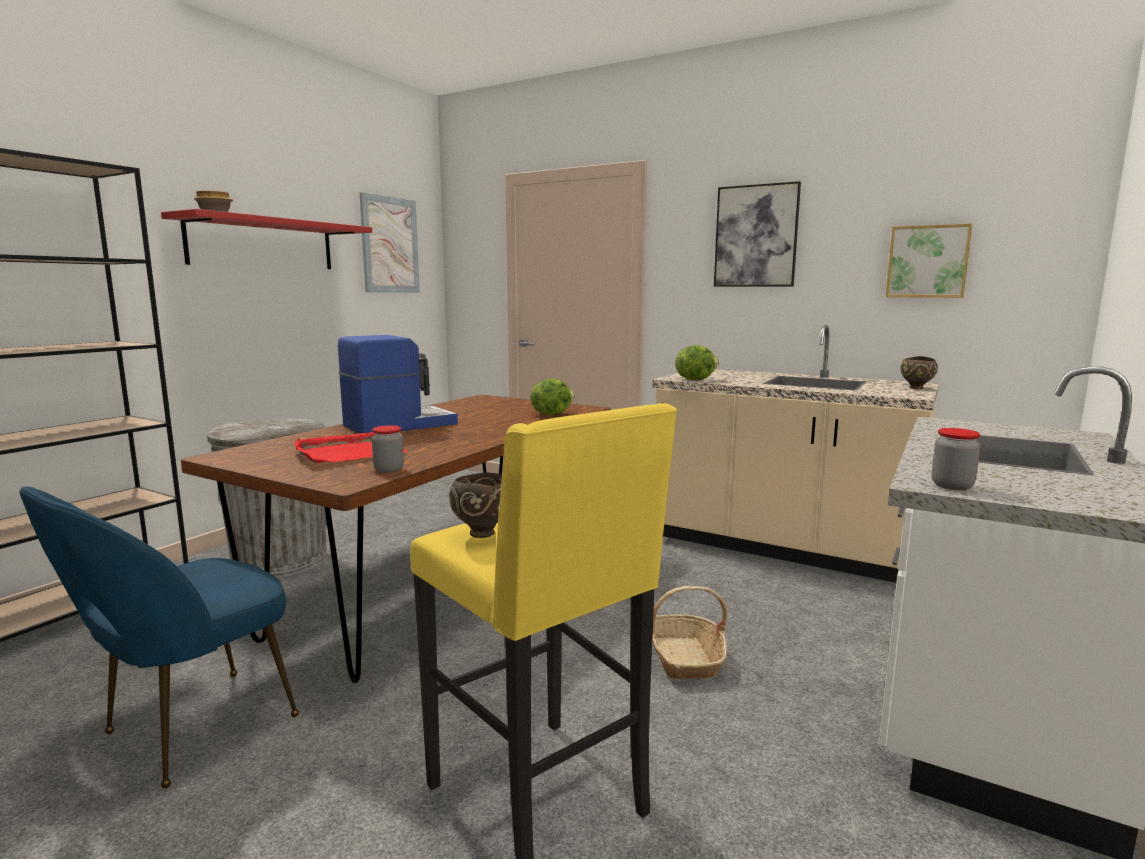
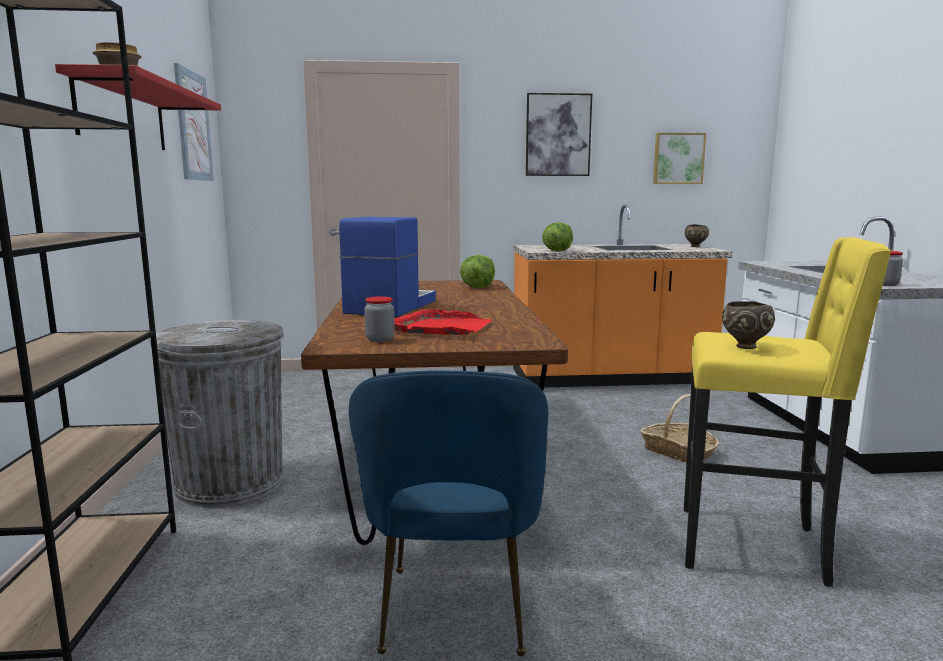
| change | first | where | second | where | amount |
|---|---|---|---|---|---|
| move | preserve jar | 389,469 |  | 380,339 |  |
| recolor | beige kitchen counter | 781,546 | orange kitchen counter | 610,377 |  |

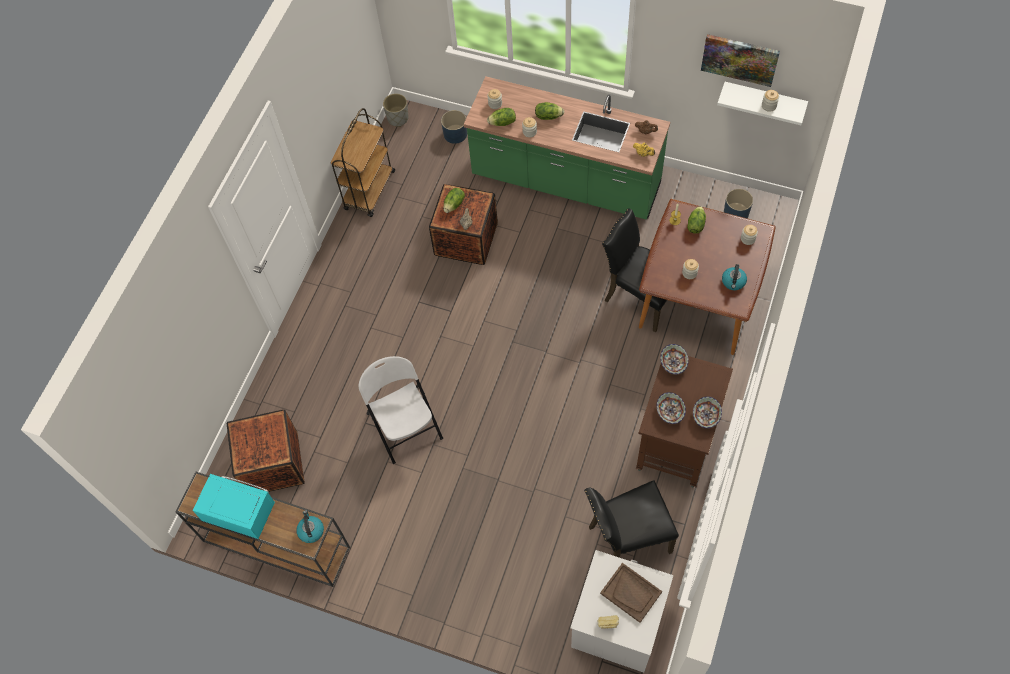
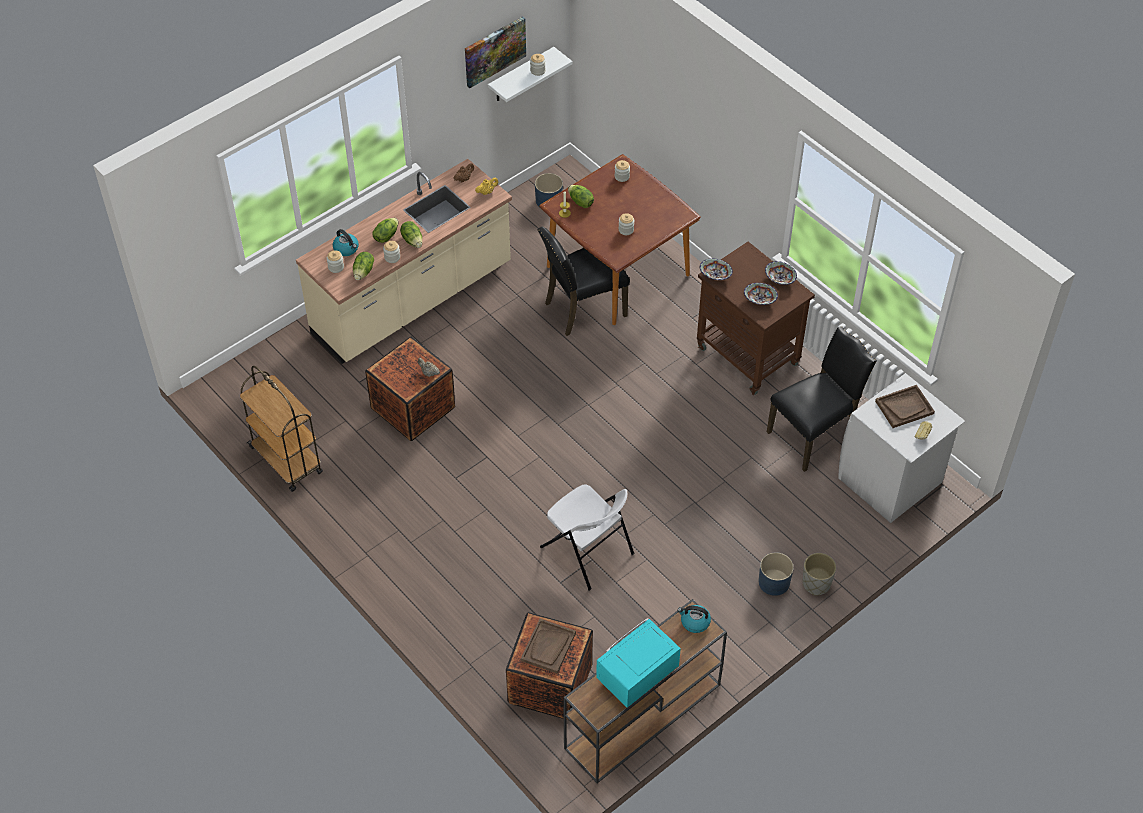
| change | first | where | second | where | amount |
|---|---|---|---|---|---|
| recolor | greenish kitchen counter | 566,182 | beige kitchen counter | 413,301 |  |
| move | water kettle | 733,282 |  | 346,249 |  |
| move | lettuce | 454,205 |  | 413,240 |  |
| insert |  |  | brown-coloured tray | 548,647 |  |
| rotate | whitish chair | 404,426 |  | 587,551 | 135 degrees counterclockwise |
| move | blue-coloured plant pot | 455,134 |  | 773,582 |  |
| rotate | black-coloured chair | 627,538 |  | 814,434 | 135 degrees counterclockwise |
| move | gray plant pot | 398,118 |  | 816,583 |  |

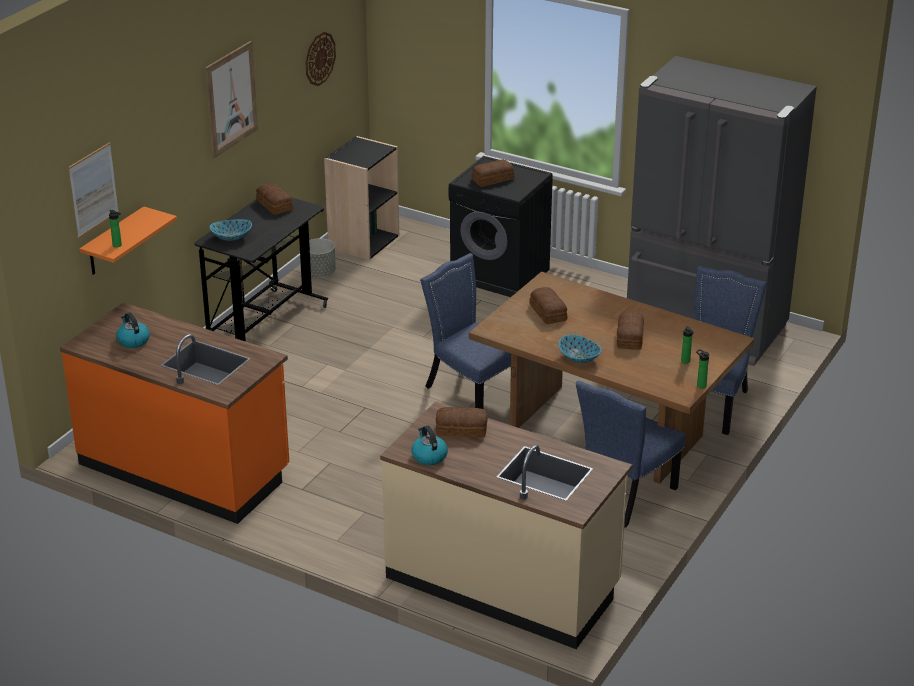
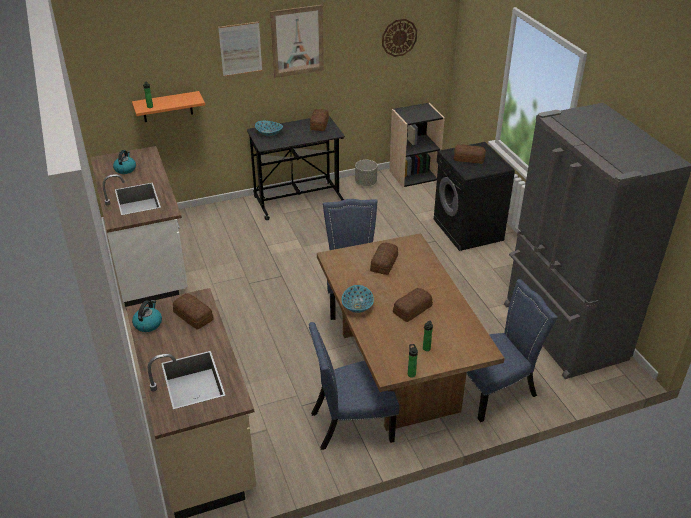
| change | first | where | second | where | amount |
|---|---|---|---|---|---|
| recolor | orange kitchen counter | 185,468 | whitish kitchen counter | 148,263 |  |
| move | wall art | 93,190 |  | 240,49 |  |

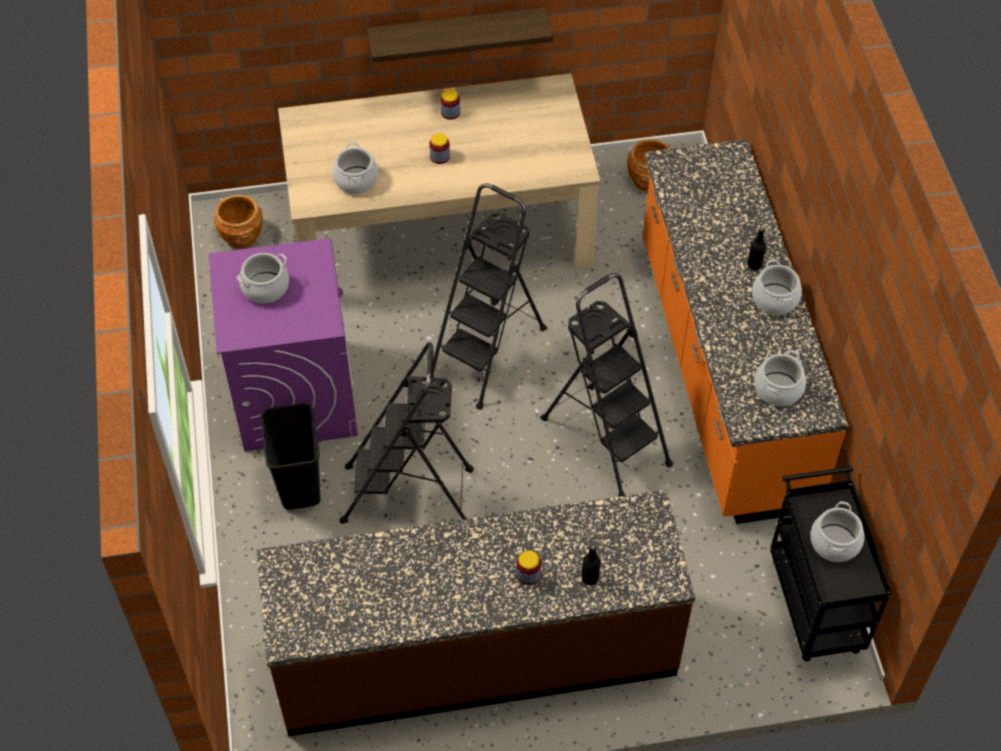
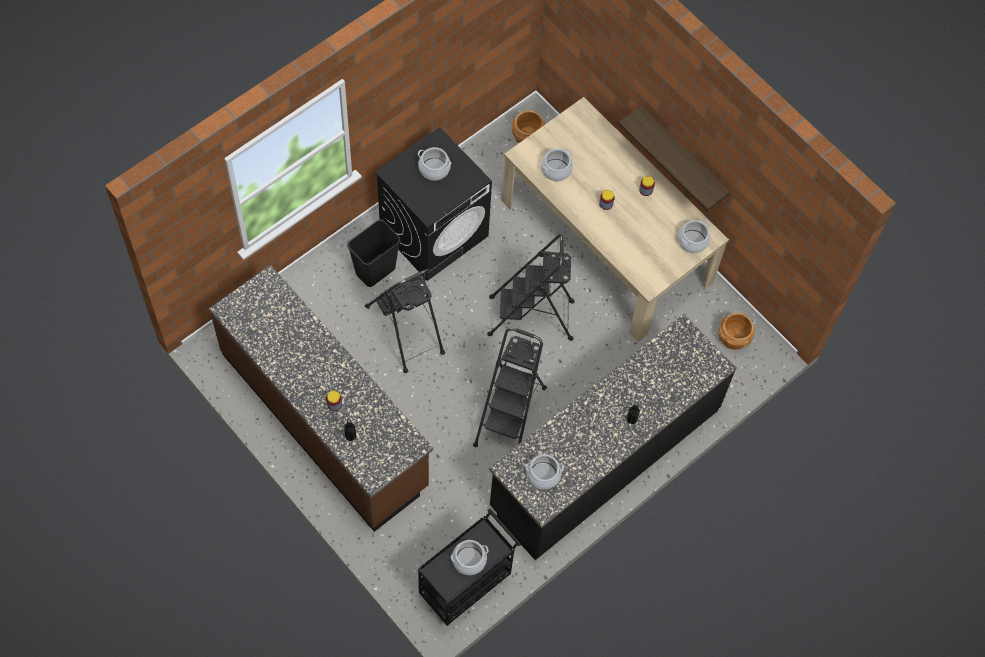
| change | first | where | second | where | amount |
|---|---|---|---|---|---|
| recolor | purple washing machine | 295,394 | black-coloured washing machine | 434,232 |  |
| recolor | orange kitchen counter | 722,373 | black-coloured kitchen counter | 604,457 |  |
| move | stockpot | 774,299 |  | 692,241 |  |

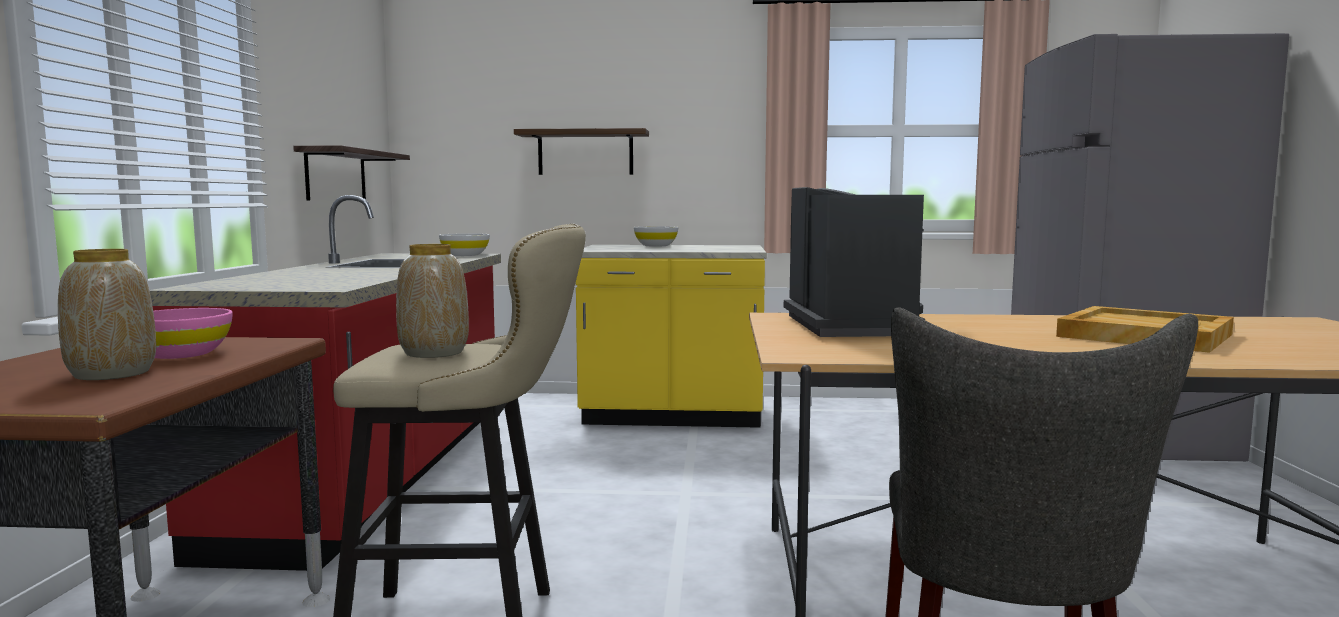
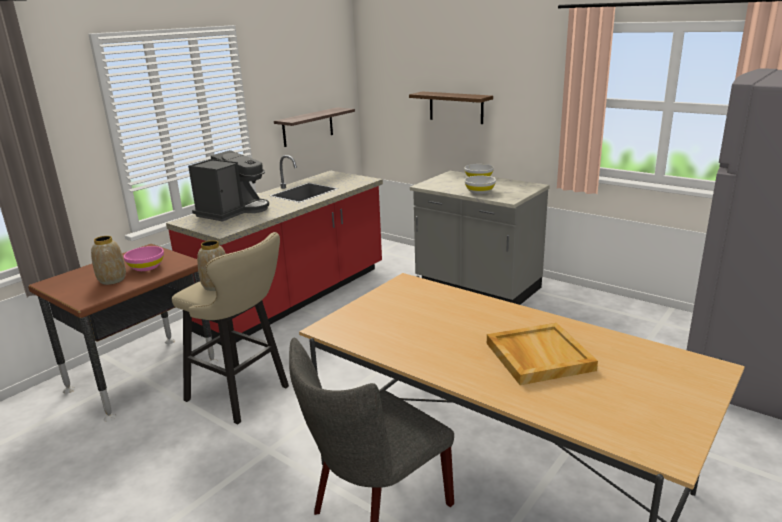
| change | first | where | second | where | amount |
|---|---|---|---|---|---|
| move | coffee brewer | 853,325 |  | 233,211 |  |
| recolor | yellowish kitchen counter | 672,417 | gray kitchen counter | 477,287 |  |
| move | whitish deep dish | 464,255 |  | 479,192 |  |

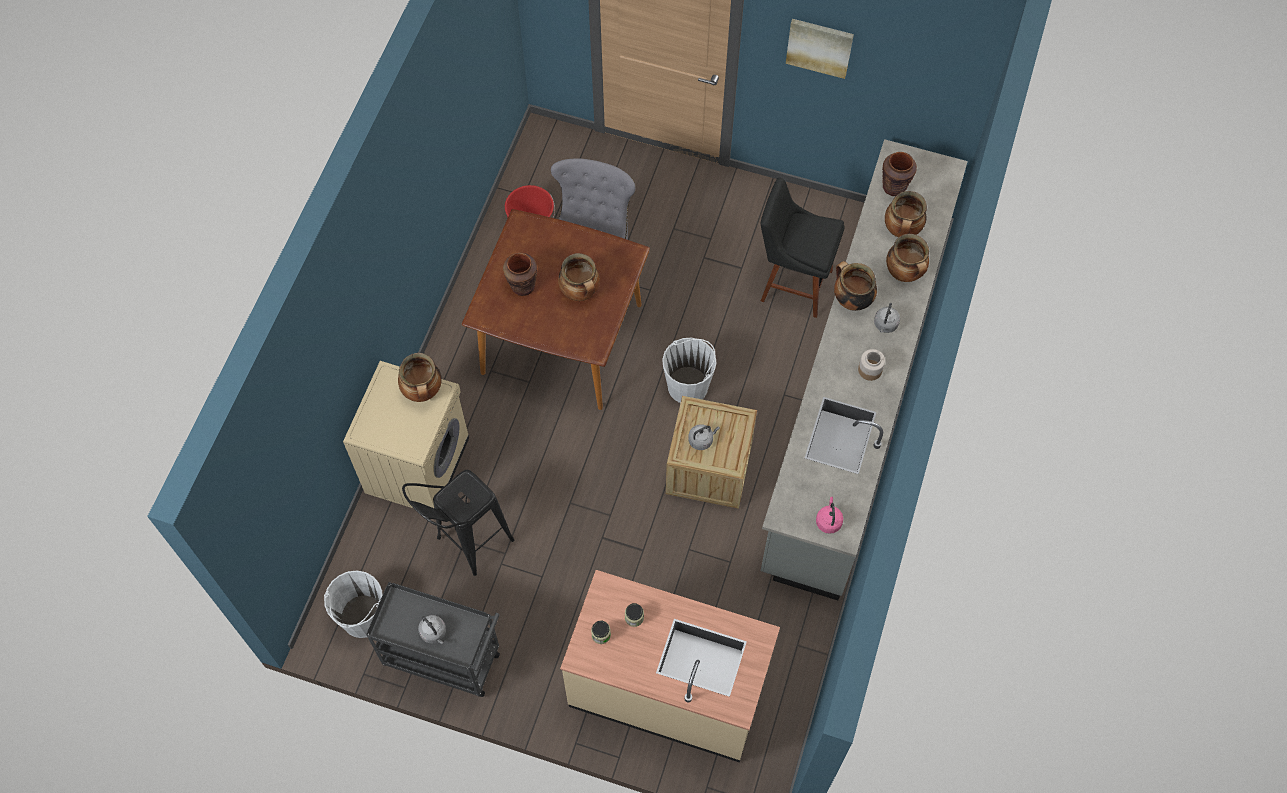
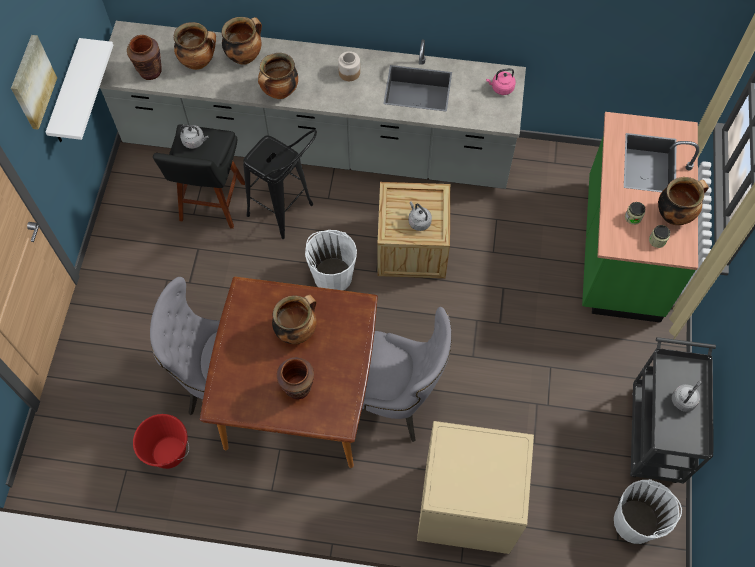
| change | first | where | second | where | amount |
|---|---|---|---|---|---|
| insert |  |  | whitish wall shelf | 67,94 |  |
| move | gray water kettle | 885,325 |  | 195,141 |  |
| move | black-coloured stool | 466,547 |  | 288,215 |  |
| insert |  |  | gray chair | 397,399 |  |
| recolor | beige kitchen counter | 668,688 | greenish kitchen counter | 620,249 |  |
| move | stockpot | 423,391 |  | 674,214 |  |

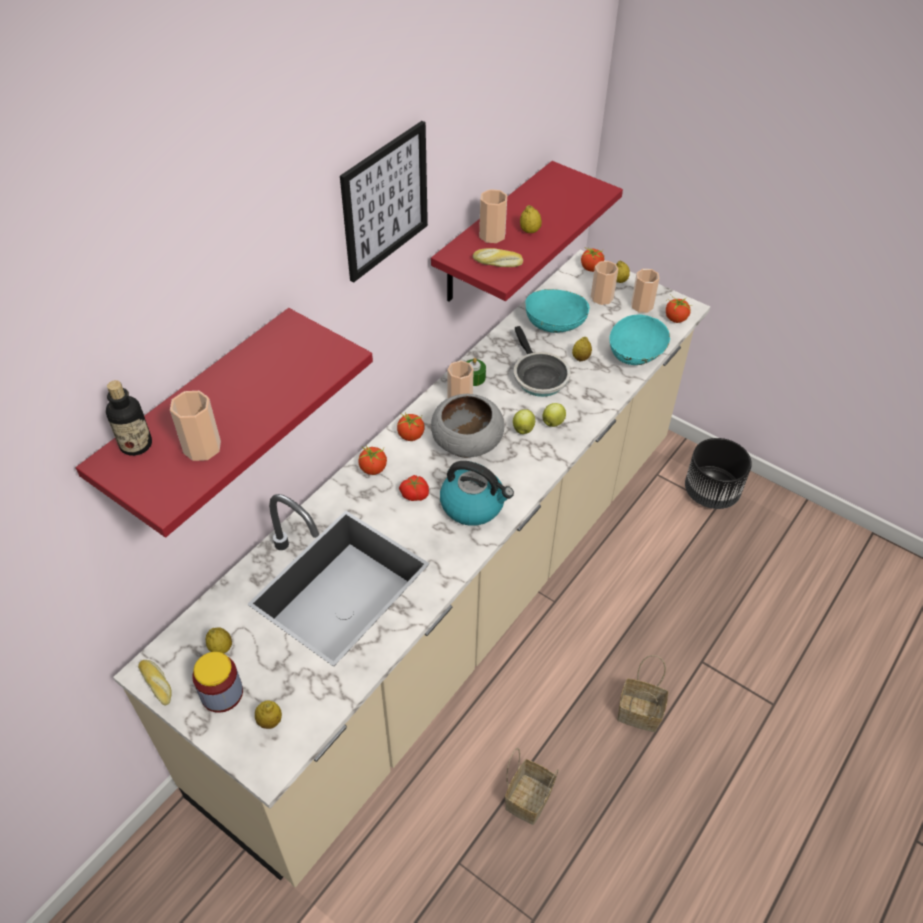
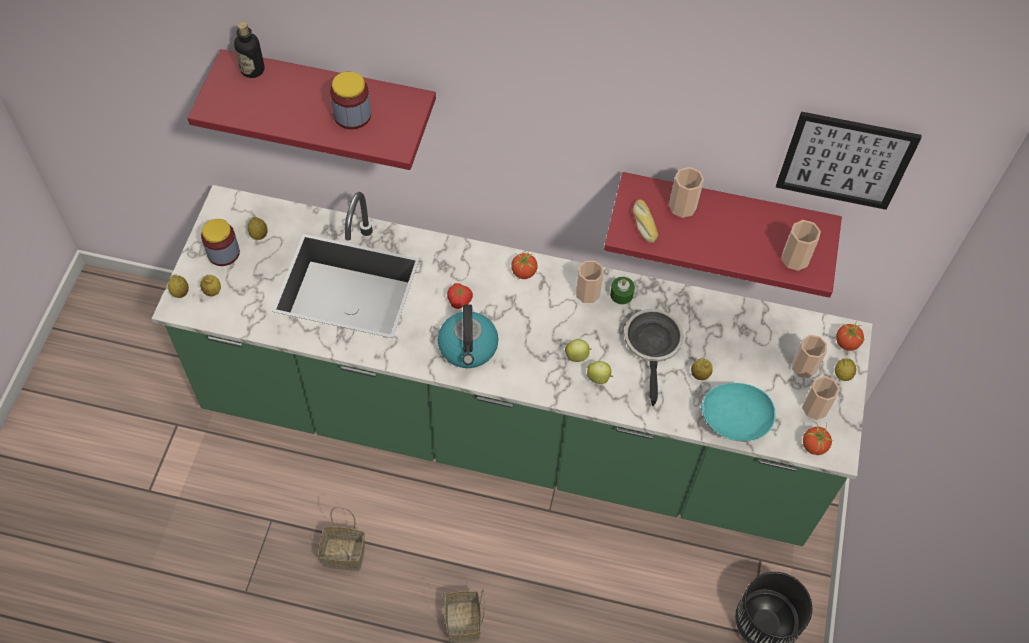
| change | first | where | second | where | amount |
|---|---|---|---|---|---|
| recolor | beige kitchen counter | 459,602 | greenish kitchen counter | 509,430 |  |
| move | lemon | 529,231 |  | 180,293 |  |
| insert |  |  | preserve jar | 352,115 |  |
| rotate | skillet | 538,376 |  | 653,346 | 135 degrees clockwise |
| move | wall art | 385,201 |  | 845,160 |  |
| move | cup | 202,447 |  | 795,258 |  |
| delete | baked bread | 158,683 |  |  |  |
| delete | whole tomato | 373,469 |  |  |  |
| delete | gray deep dish | 466,443 |  |  |  |
| delete | turquoise deep dish | 555,324 |  |  |  |

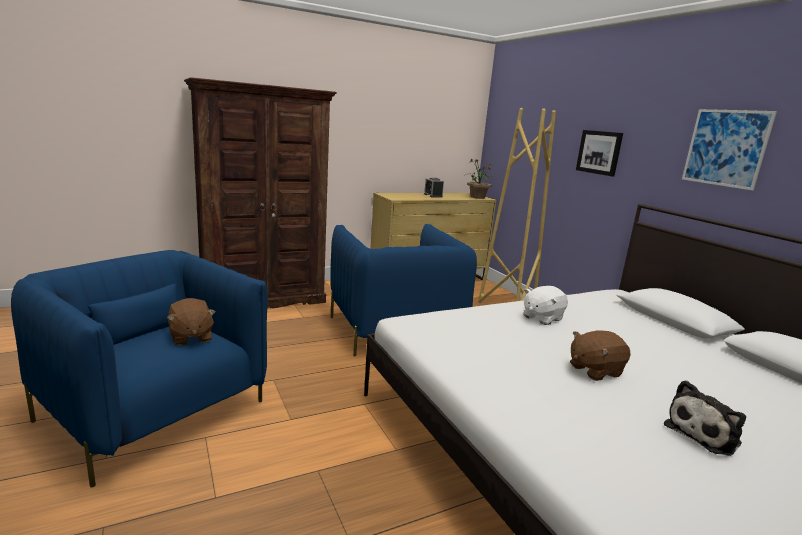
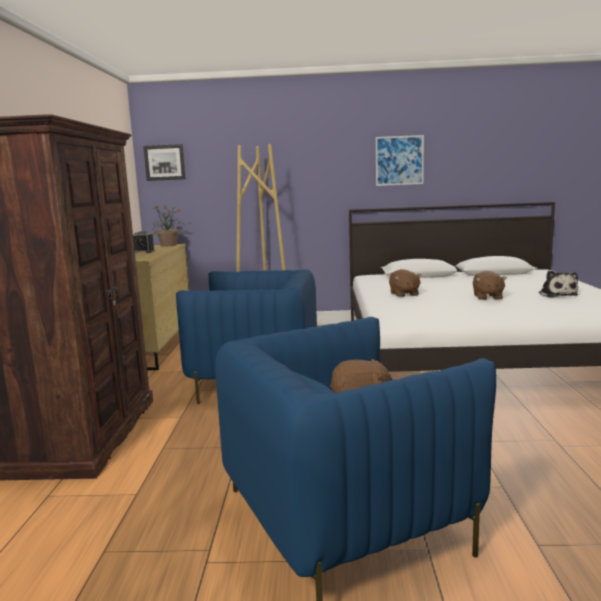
| change | first | where | second | where | amount |
|---|---|---|---|---|---|
| move | wall art | 599,152 |  | 165,162 |  |
| recolor | whitish cuddly toy | 542,318 | brown-coloured cuddly toy | 404,294 |  |

